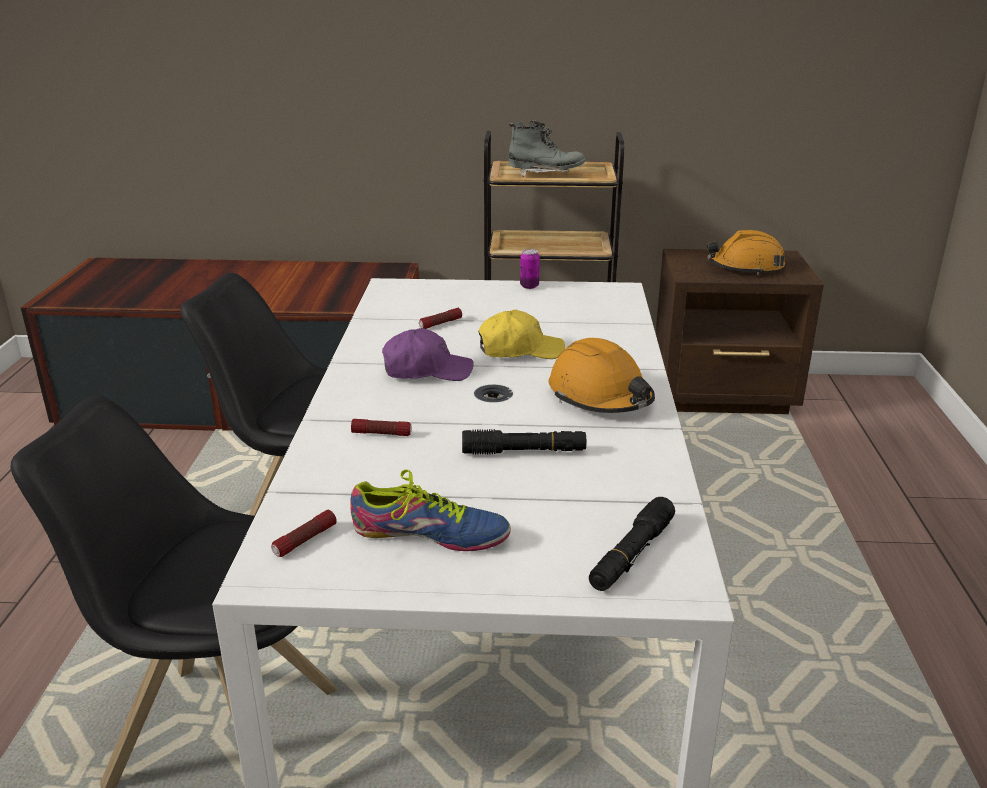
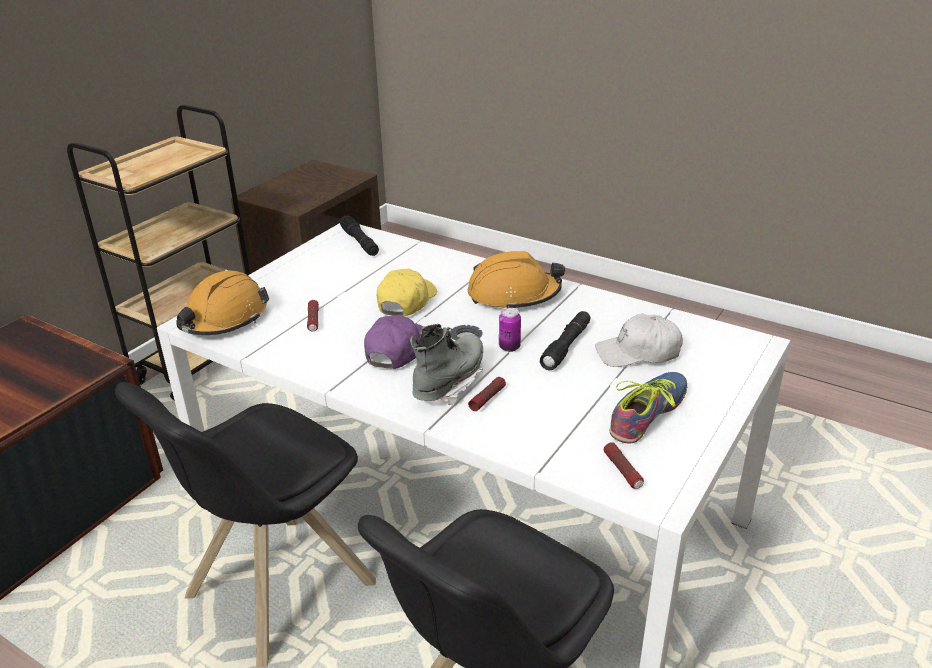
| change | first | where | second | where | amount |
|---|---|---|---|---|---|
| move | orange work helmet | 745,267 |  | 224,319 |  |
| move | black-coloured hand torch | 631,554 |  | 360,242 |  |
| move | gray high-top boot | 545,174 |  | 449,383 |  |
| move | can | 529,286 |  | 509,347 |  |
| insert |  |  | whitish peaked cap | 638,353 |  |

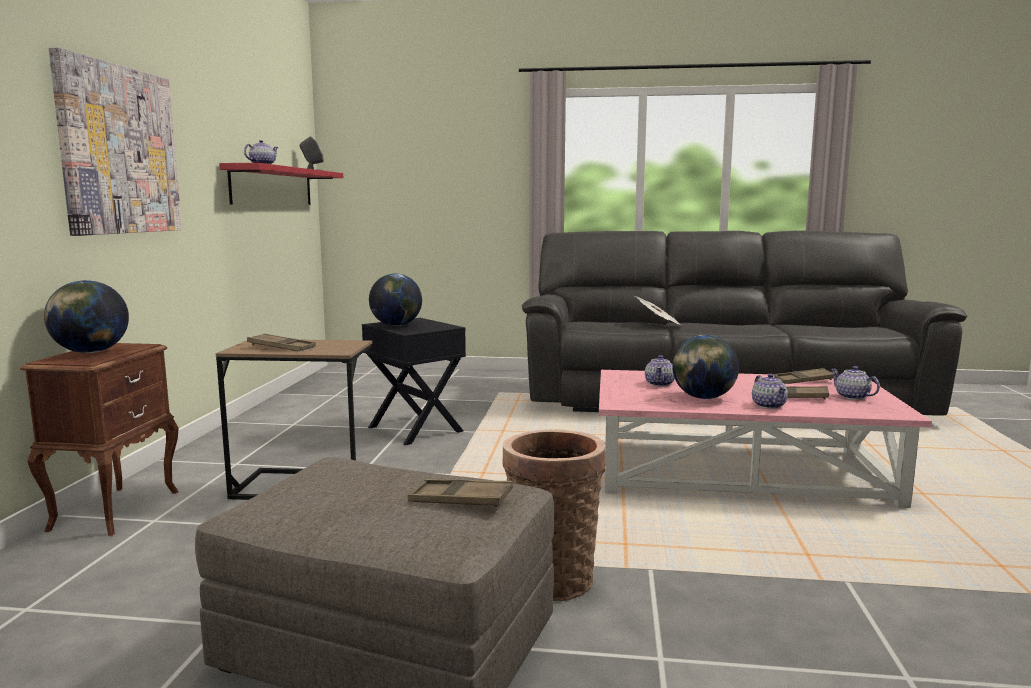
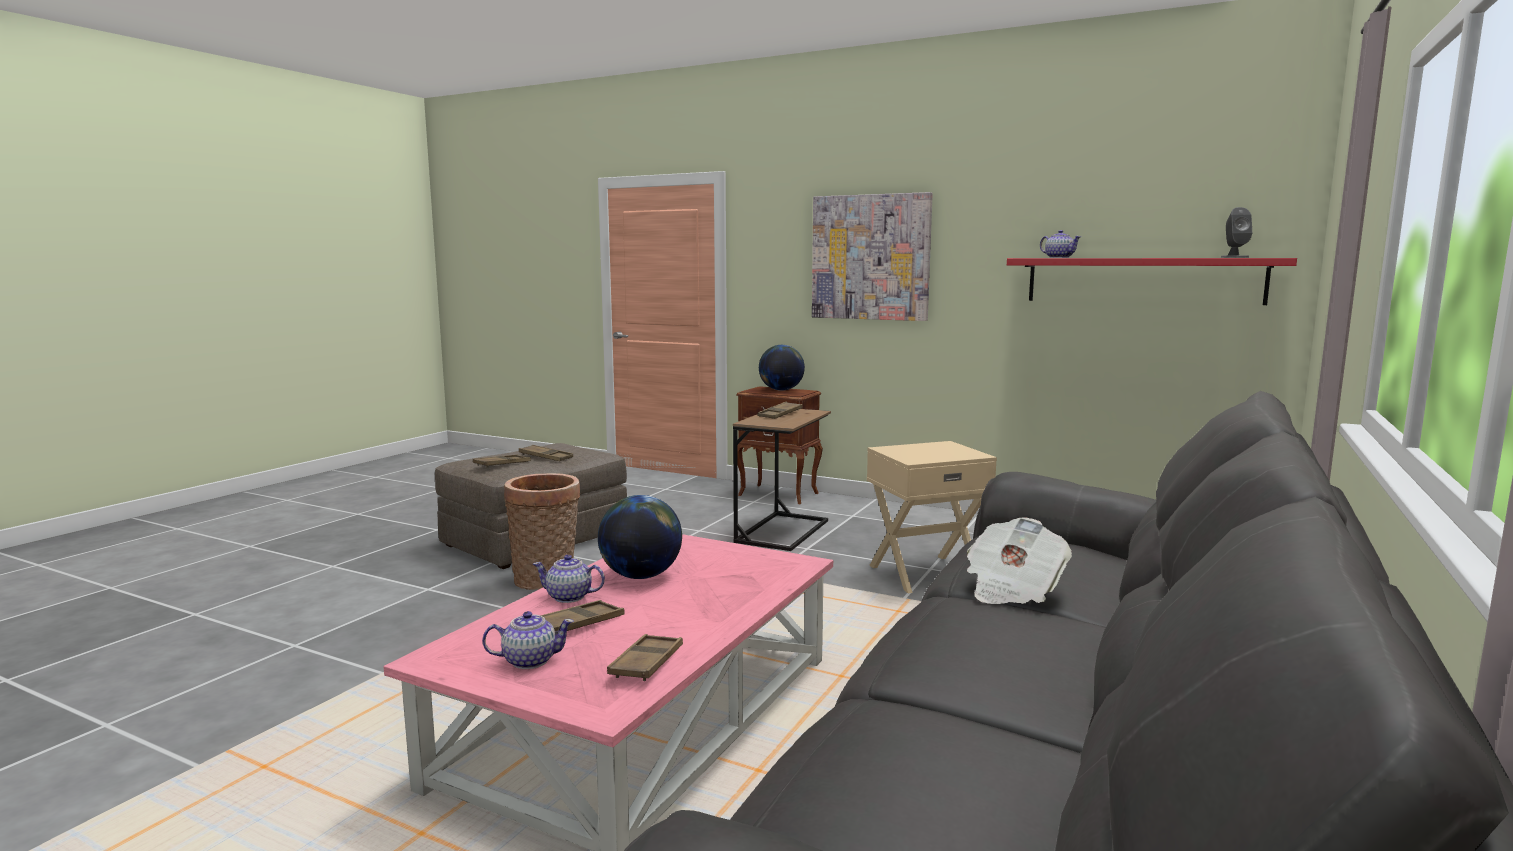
| change | first | where | second | where | amount |
|---|---|---|---|---|---|
| insert |  |  | brown-coloured tray | 546,457 |  |
| recolor | black-coloured end table | 414,429 | beige end table | 924,573 |  |
| delete | desk globe | 396,325 |  |  |  |
| delete | pot for tea | 660,384 |  |  |  |

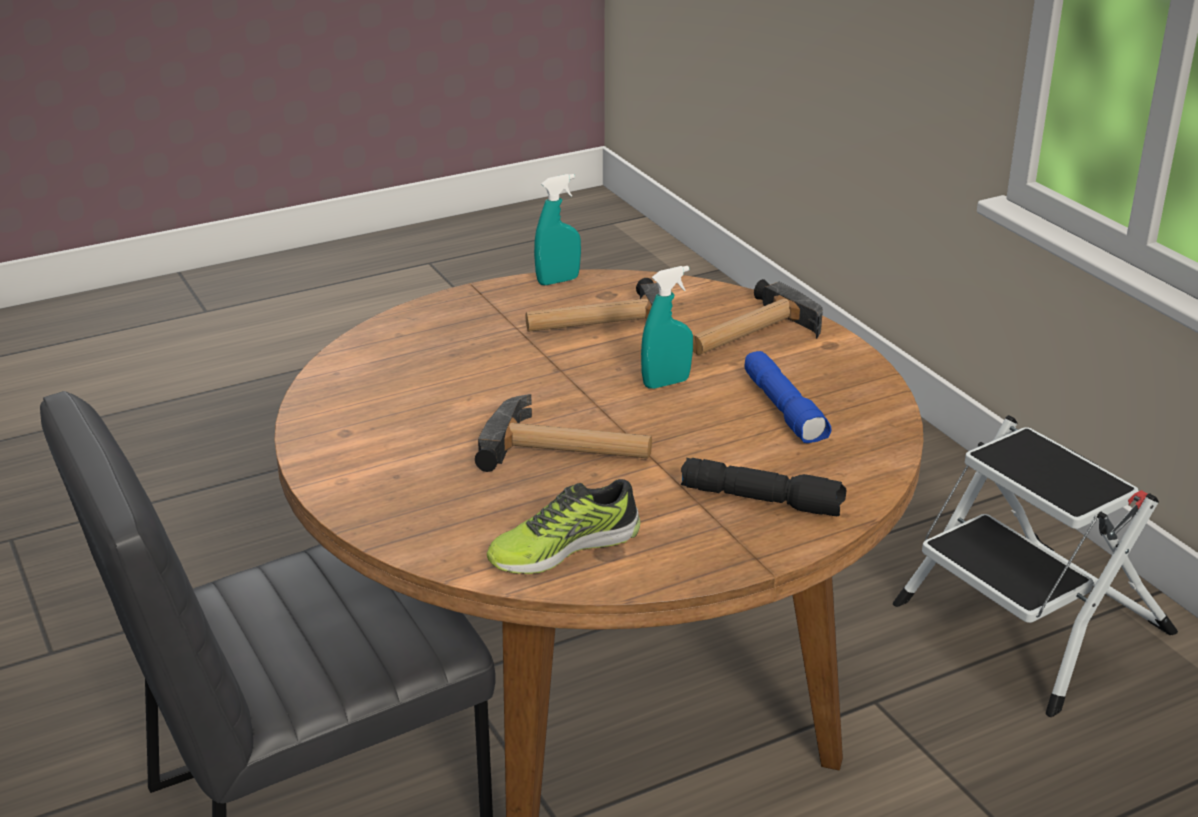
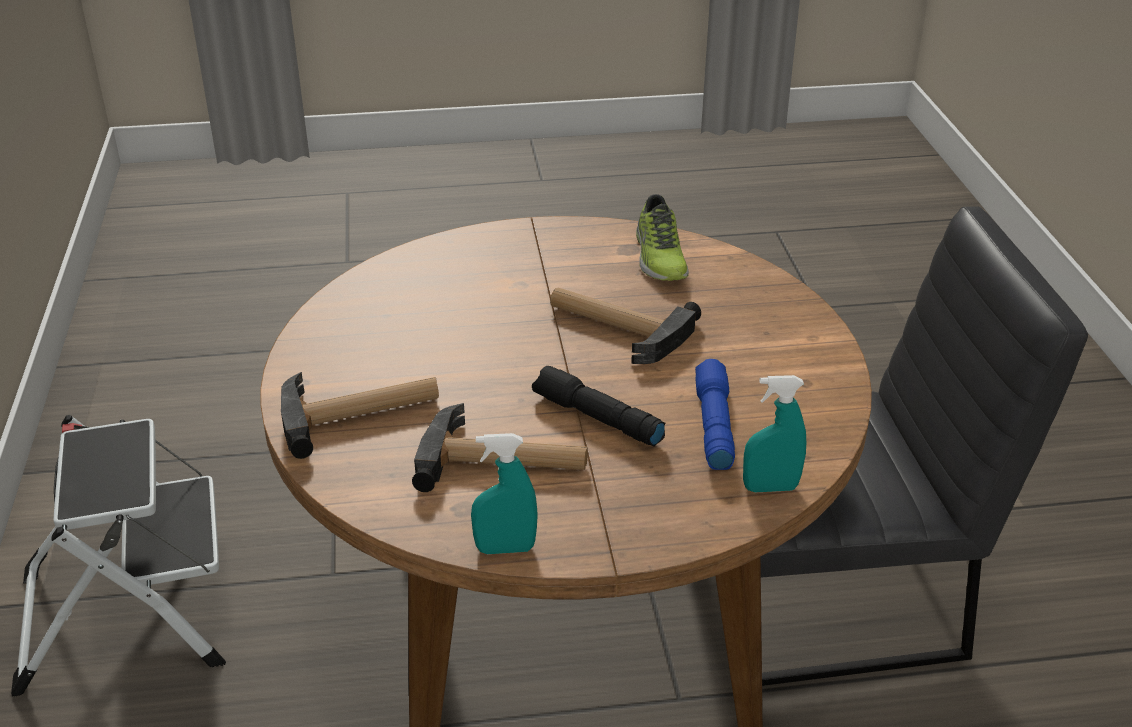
| change | first | where | second | where | amount |
|---|---|---|---|---|---|
| move | black-coloured hand torch | 763,500 |  | 596,418 |  |
| rotate | item of footwear | 562,547 |  | 659,257 | 90 degrees clockwise |
| move | blue-coloured hand torch | 785,410 |  | 712,425 |  |
| move | turquoise hand sprayer | 666,383 |  | 770,487 |  |

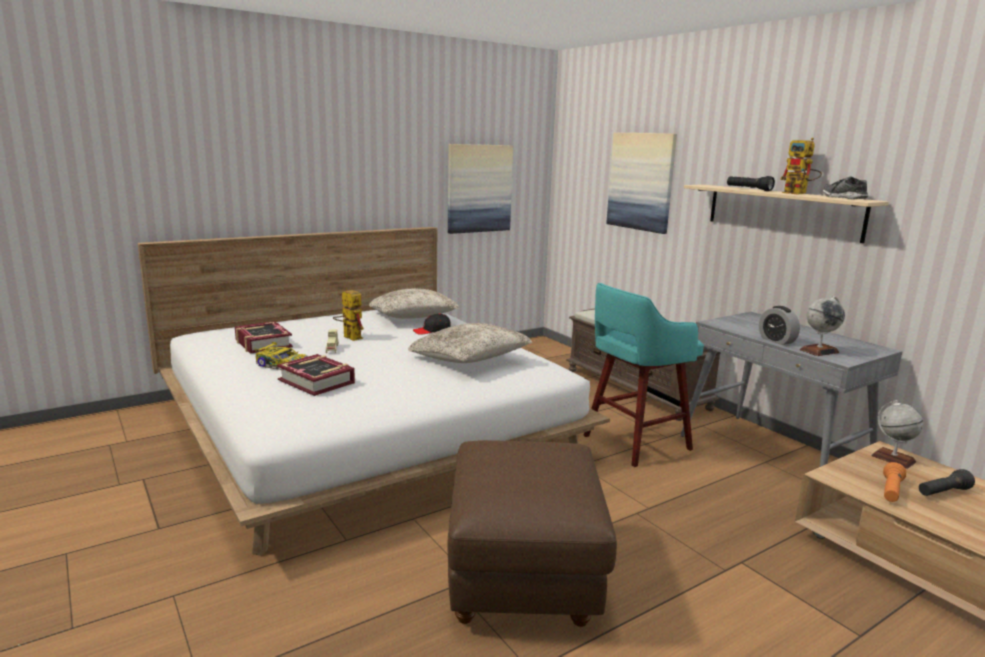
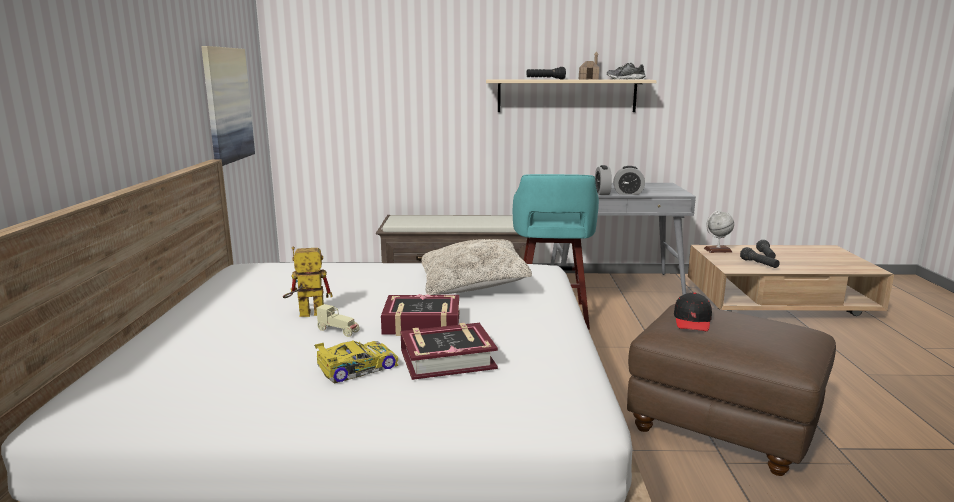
| change | first | where | second | where | amount |
|---|---|---|---|---|---|
| move | volume | 262,343 |  | 422,323 |  |
| replace | robot figure | 799,194 | toy house | 588,79 |  |
| insert |  |  | table clock | 602,193 |  |
| move | black-coloured peaked cap | 432,331 |  | 692,321 |  |
| recolor | orange hand torch | 891,491 | black-coloured hand torch | 759,264 |  |
| delete | beige pillow | 412,317 |  |  |  |
| delete | wall art | 641,181 |  |  |  |
| delete | desk globe | 819,351 |  |  |  |

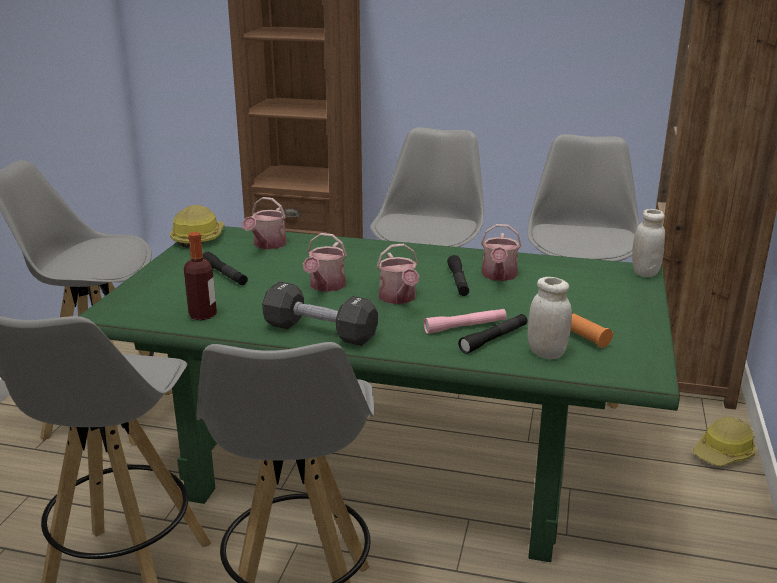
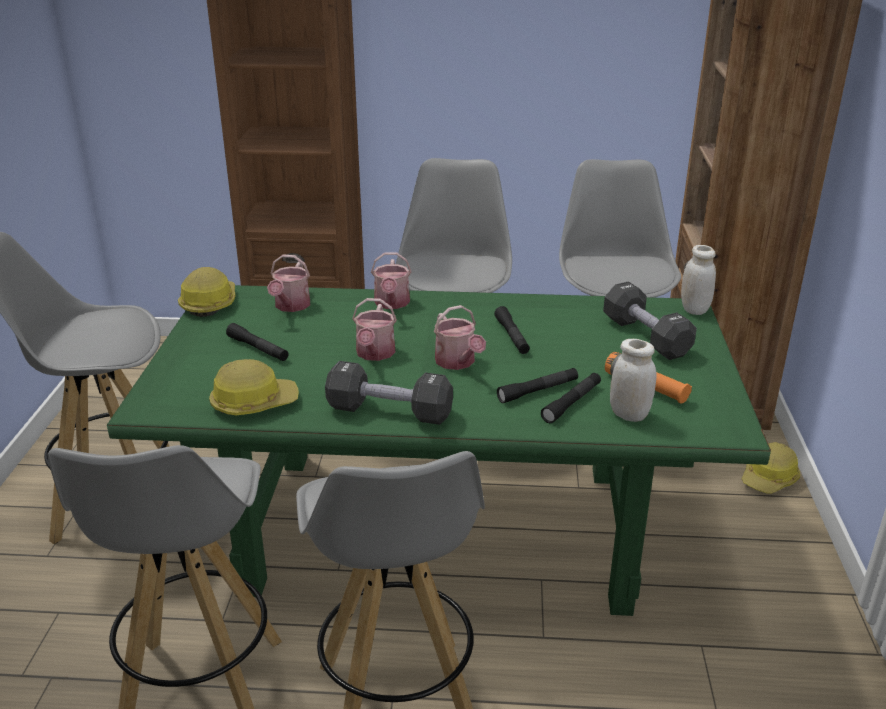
| change | first | where | second | where | amount |
|---|---|---|---|---|---|
| replace | beverage bottle | 202,315 | work helmet | 254,402 |  |
| move | sprinkling can | 499,276 |  | 391,304 |  |
| recolor | pink hand torch | 465,327 | black-coloured hand torch | 538,391 |  |
| insert |  |  | black-coloured dumbbell | 646,337 |  |

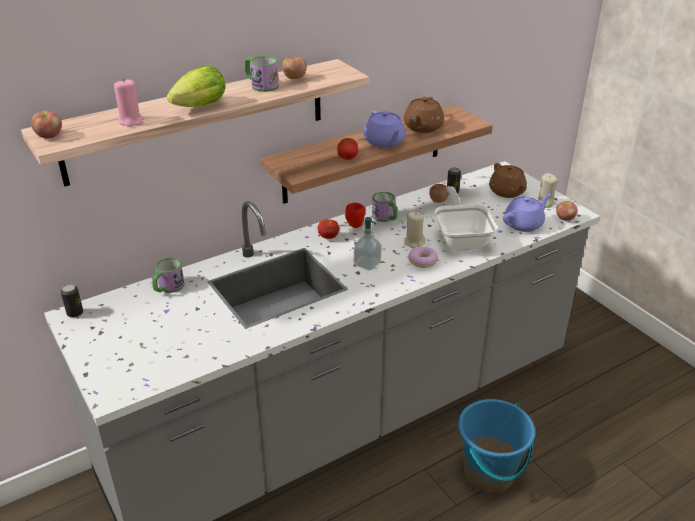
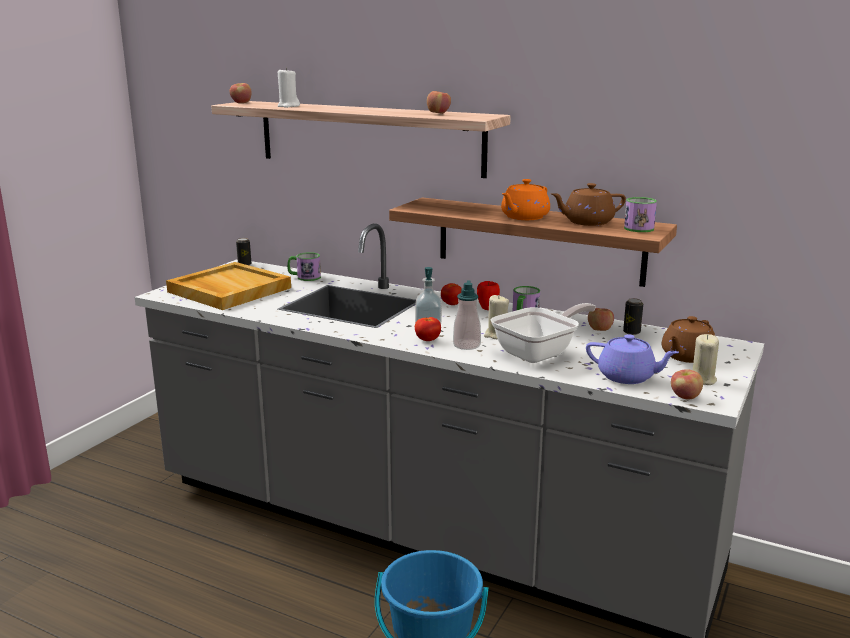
| change | first | where | second | where | amount |
|---|---|---|---|---|---|
| insert |  |  | beige tray | 228,290 |  |
| recolor | pink candle | 131,121 | whitish candle | 288,106 |  |
| move | whole tomato | 347,158 |  | 427,340 |  |
| replace | doughnut | 423,261 | liquid soap bottle | 466,345 |  |
| recolor | purple pot for tea | 384,142 | orange pot for tea | 524,217 |  |
| move | coffee mug | 261,85 |  | 638,227 |  |
| delete | lettuce | 197,108 |  |  |  |

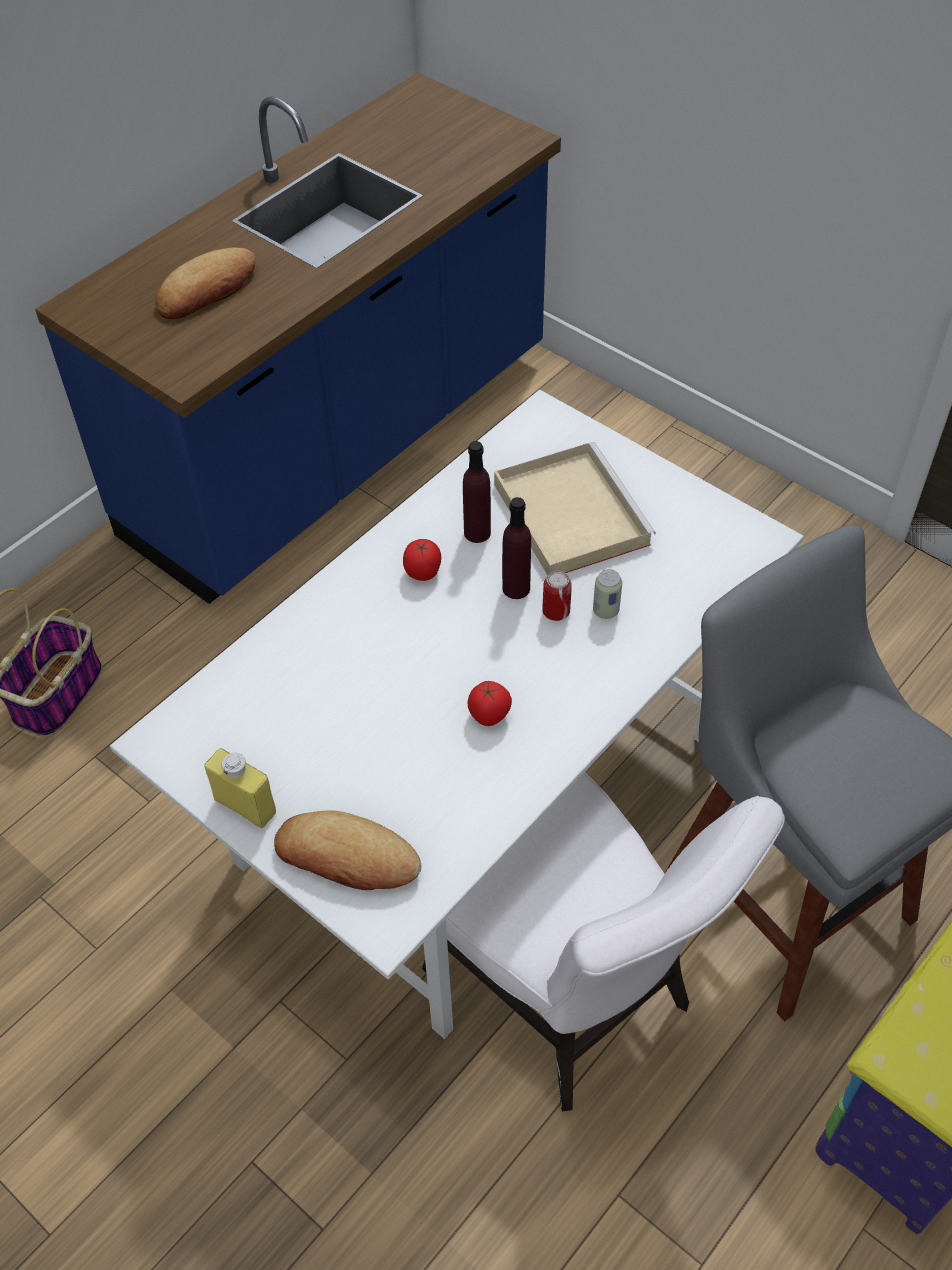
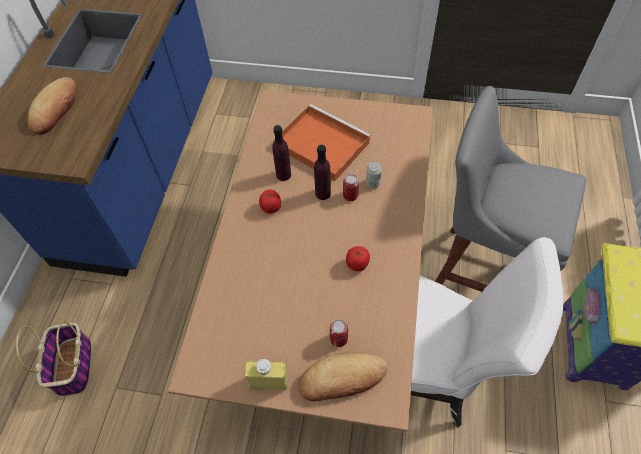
| change | first | where | second | where | amount |
|---|---|---|---|---|---|
| recolor | whitish dining table | 479,802 | brown-coloured dining table | 325,305 |  |
| recolor | beige tray | 568,512 | orange tray | 320,144 |  |
| insert |  |  | can | 338,339 |  |

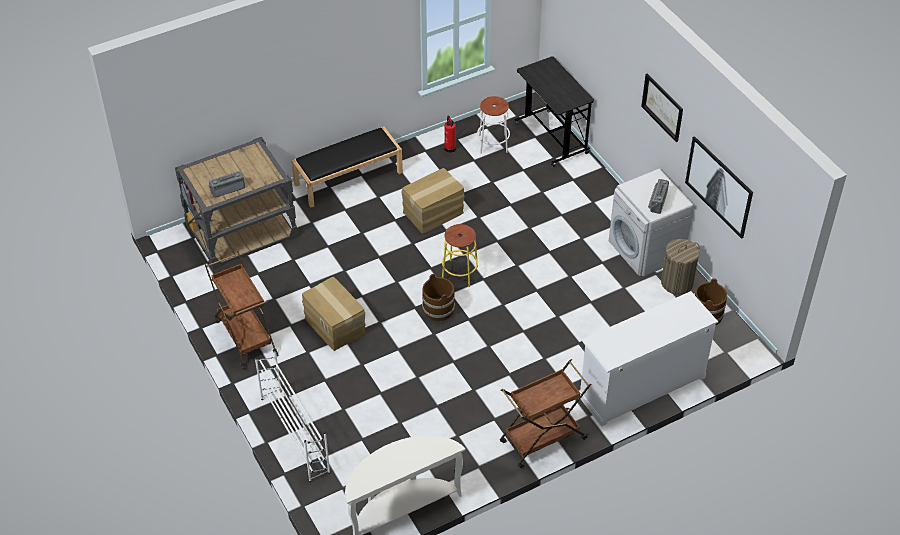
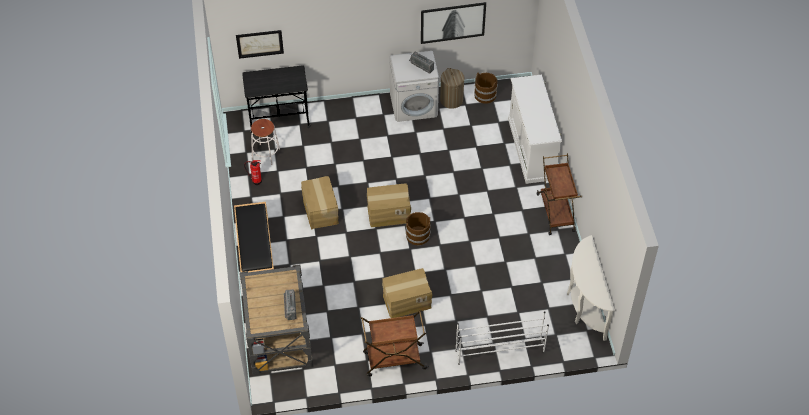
| change | first | where | second | where | amount |
|---|---|---|---|---|---|
| move | wall art | 662,107 |  | 259,43 |  |
| replace | yellowish stool | 459,273 | carton | 388,213 |  |

